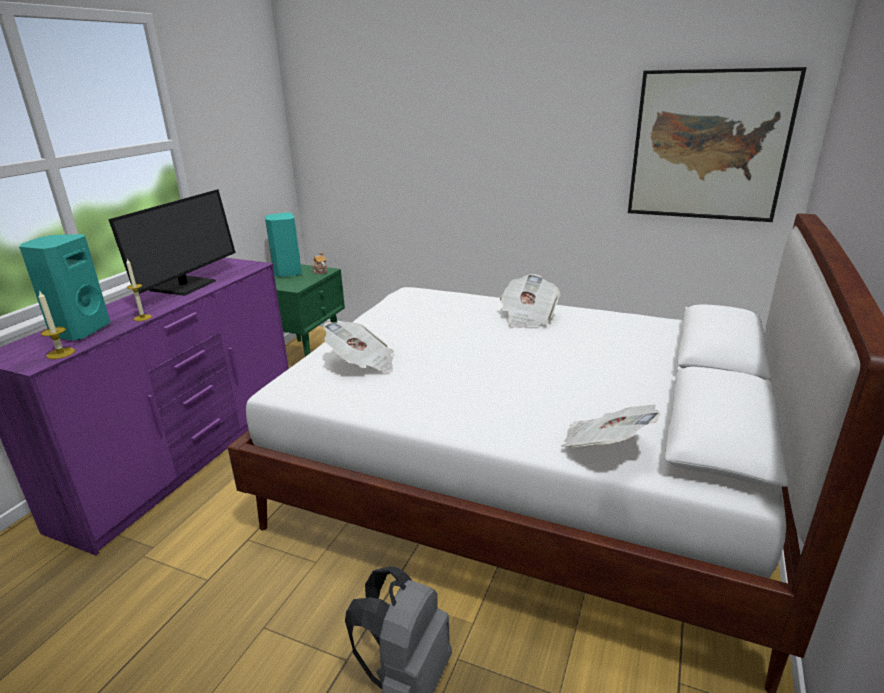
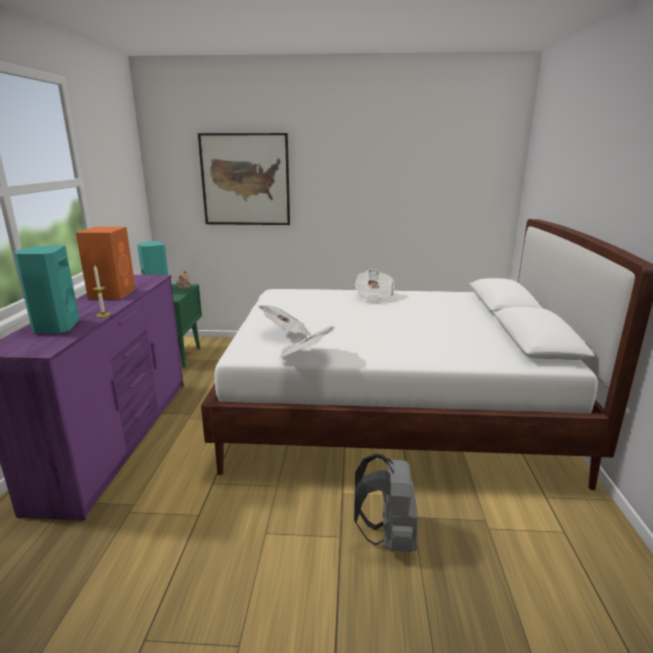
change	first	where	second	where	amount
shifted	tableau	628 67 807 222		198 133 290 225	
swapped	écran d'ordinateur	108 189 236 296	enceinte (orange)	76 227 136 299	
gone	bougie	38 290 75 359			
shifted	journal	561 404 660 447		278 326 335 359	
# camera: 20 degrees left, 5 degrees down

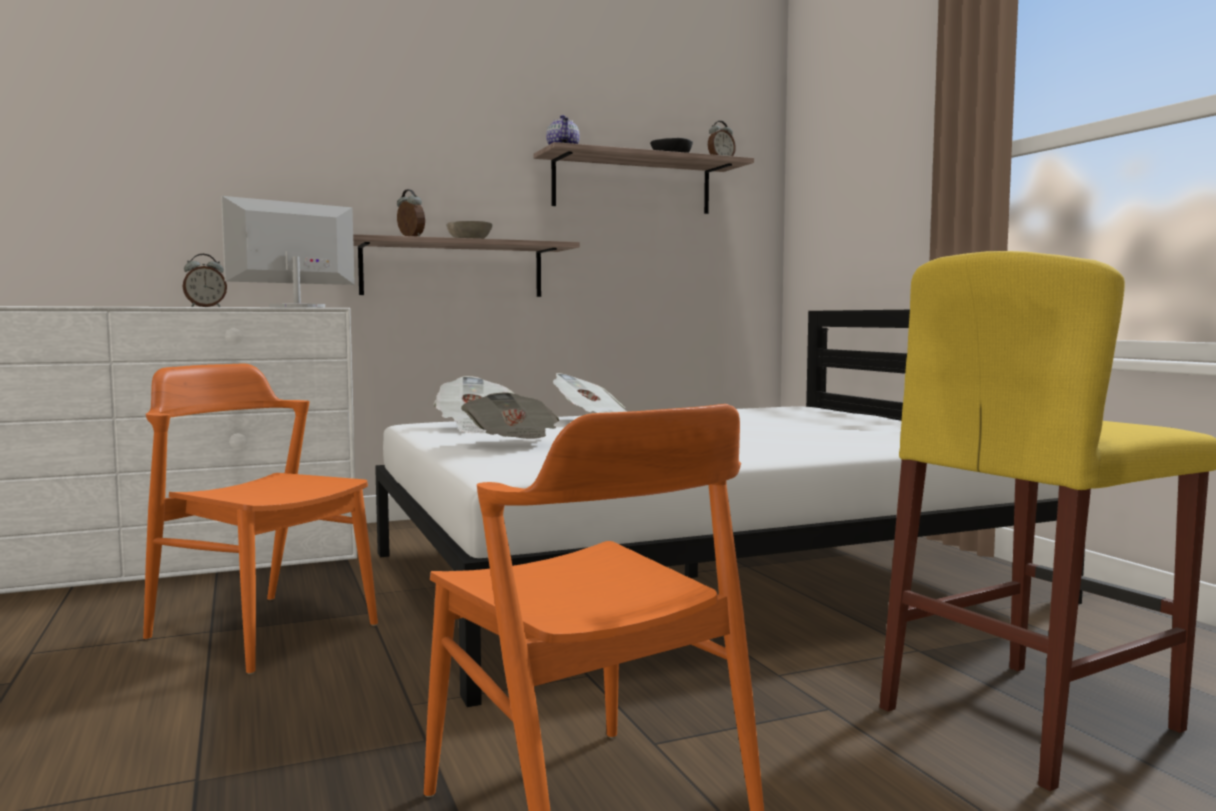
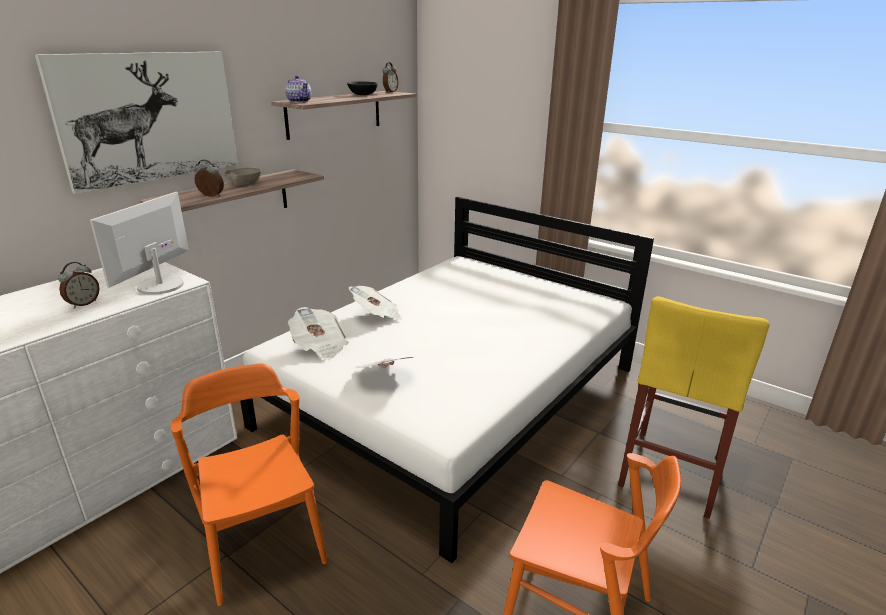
change	first	where	second	where	amount
rotated	chaise (orange)	143 364 378 674		170 364 327 606	60 degrees clockwise
new			tableau	35 52 238 194	
# camera: 30 degrees left, 20 degrees up

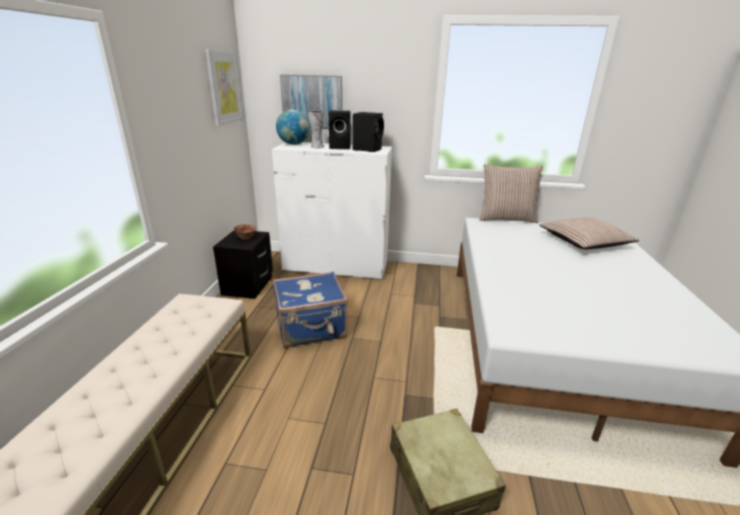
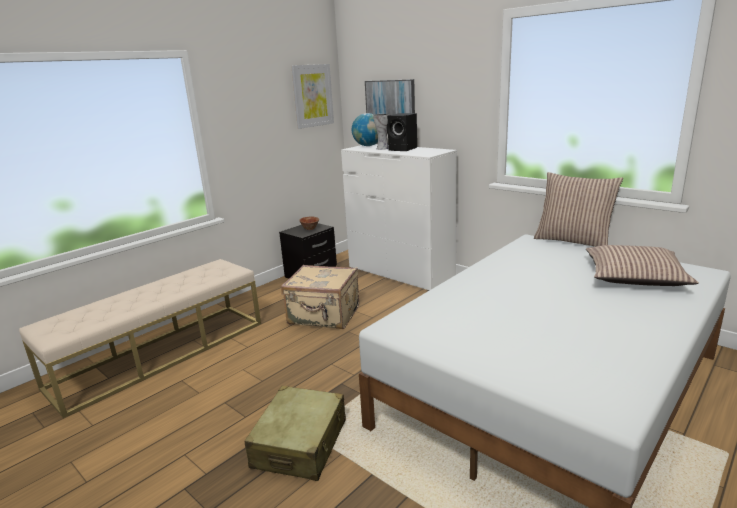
change	first	where	second	where	amount
gone	enceinte (noir)	353 112 384 152			
repainted	valise (bleu)	273 272 348 348	valise (beige)	281 265 359 329	
# camera: 35 degrees right, 5 degrees down

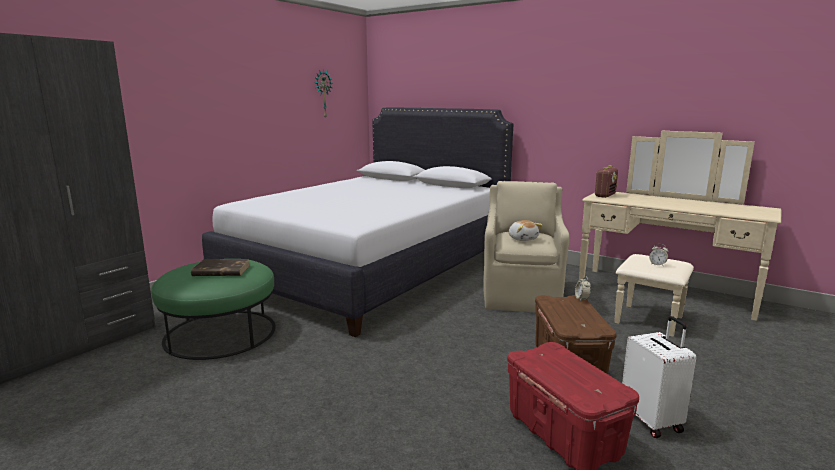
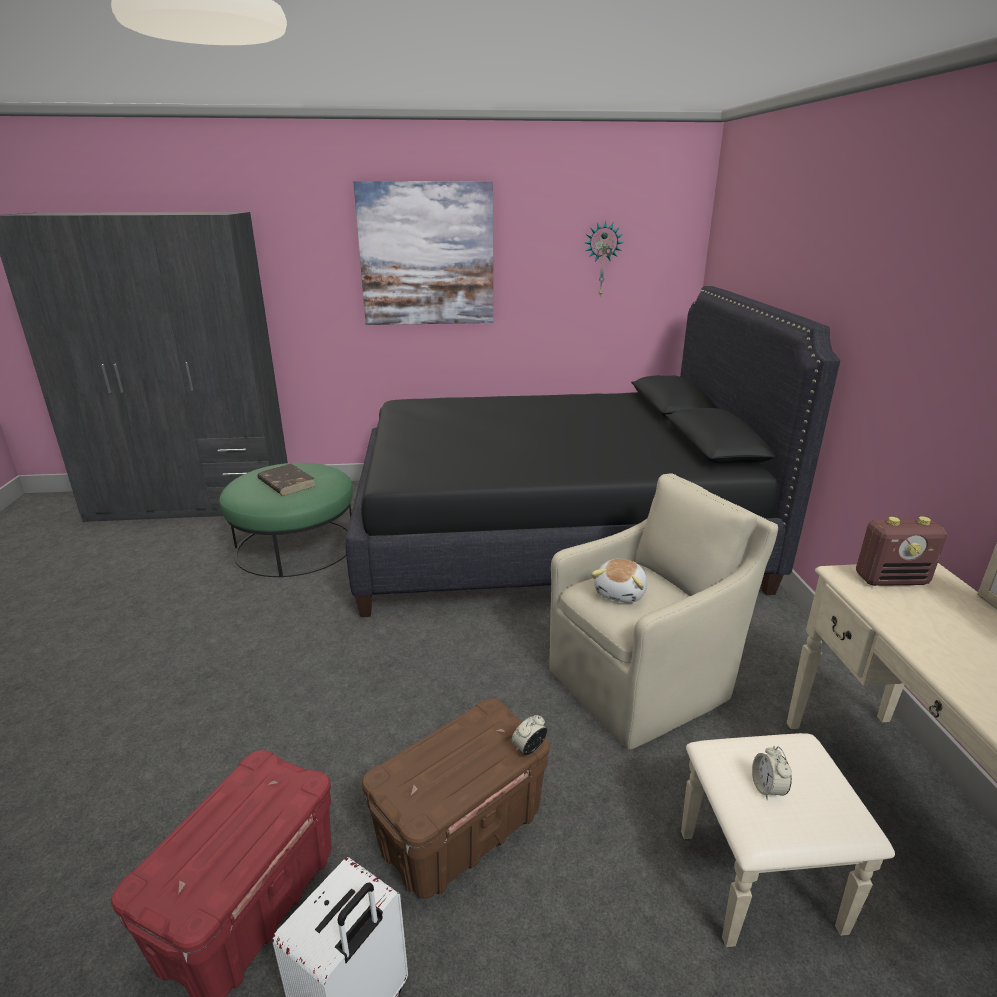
change	first	where	second	where	amount
repainted	lit (blanc)	202 108 514 337	lit (noir)	345 286 840 617	
new			tableau	353 181 493 325	
# camera: 50 degrees right, 10 degrees up

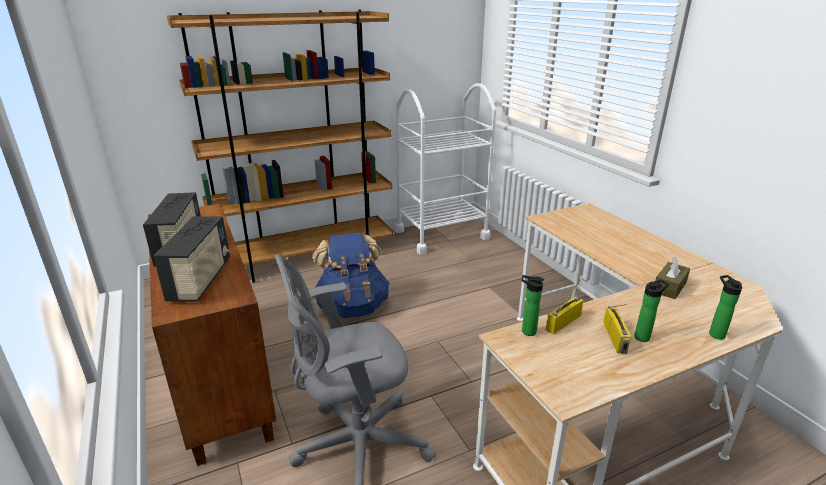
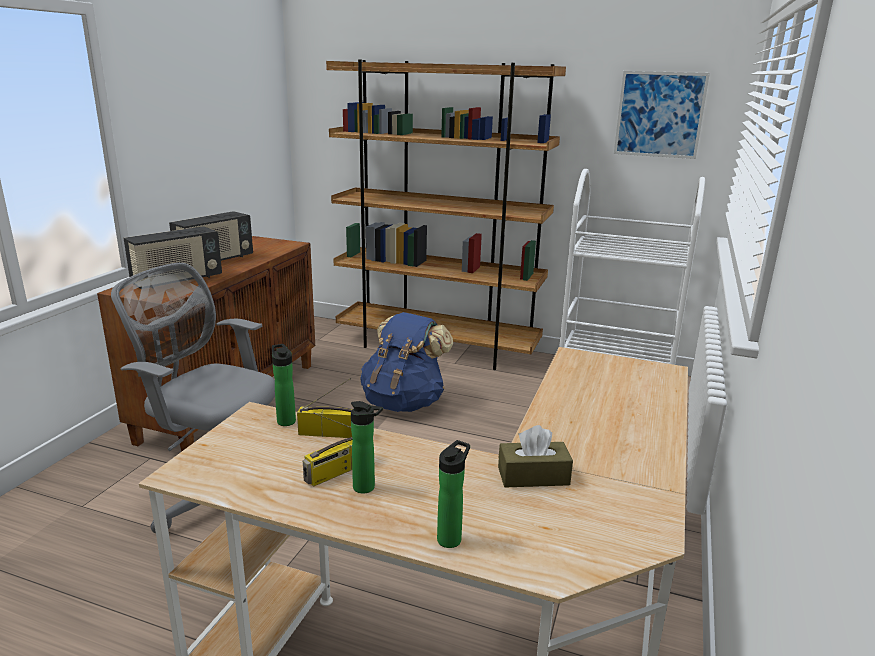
change	first	where	second	where	amount
new			tableau	614 71 710 159	
# camera: 45 degrees right, 5 degrees down

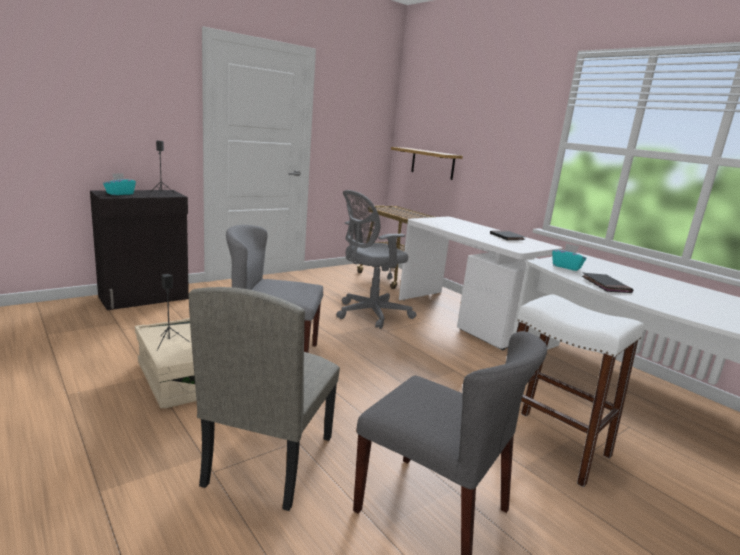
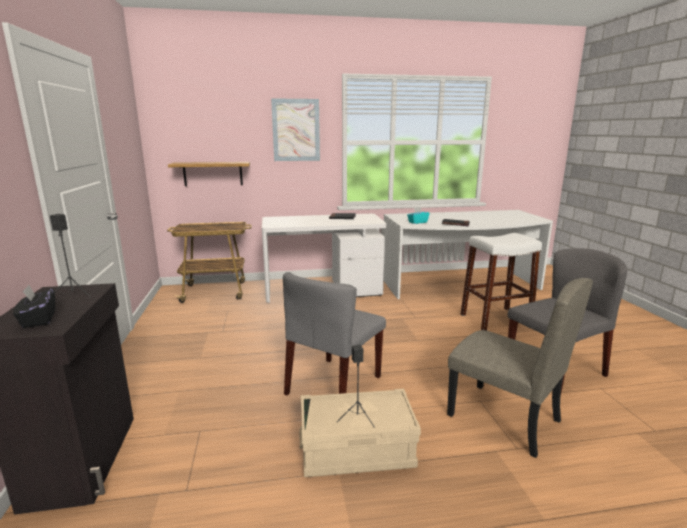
change	first	where	second	where	amount
repainted	boîte à mouchoirs (turquoise)	103 173 136 195	boîte à mouchoirs (noir)	13 285 55 328	
gone	chaise de bureau (gris)	336 190 417 329			
new			tableau	271 98 320 161	
# camera: 60 degrees left, 0 degrees up

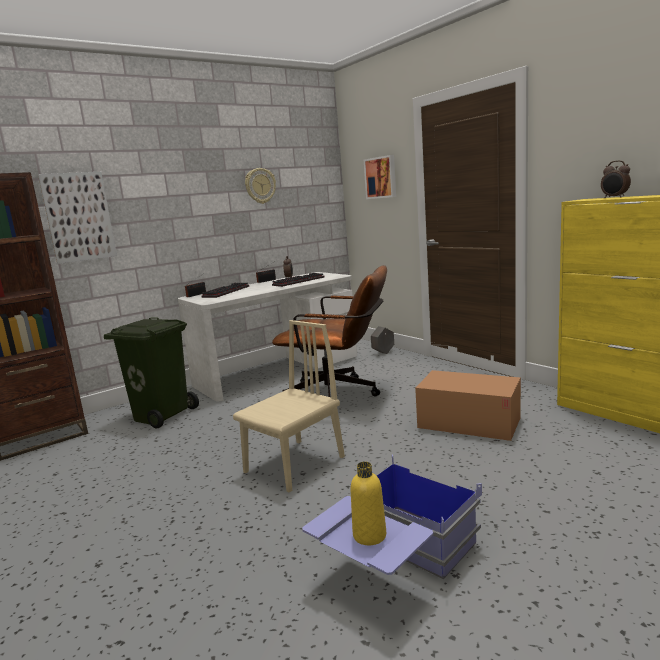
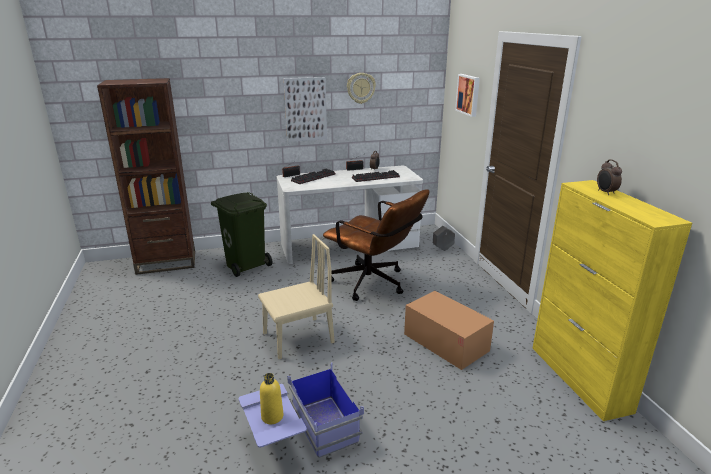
change	first	where	second	where	amount
shifted	tableau	38 172 117 264		284 77 327 142	
# camera: 20 degrees right, 10 degrees up

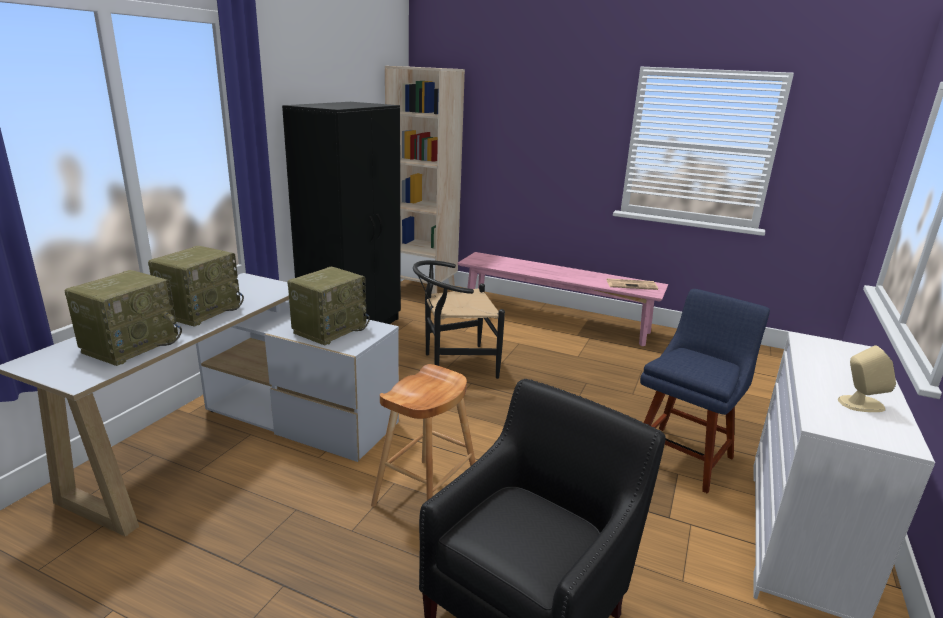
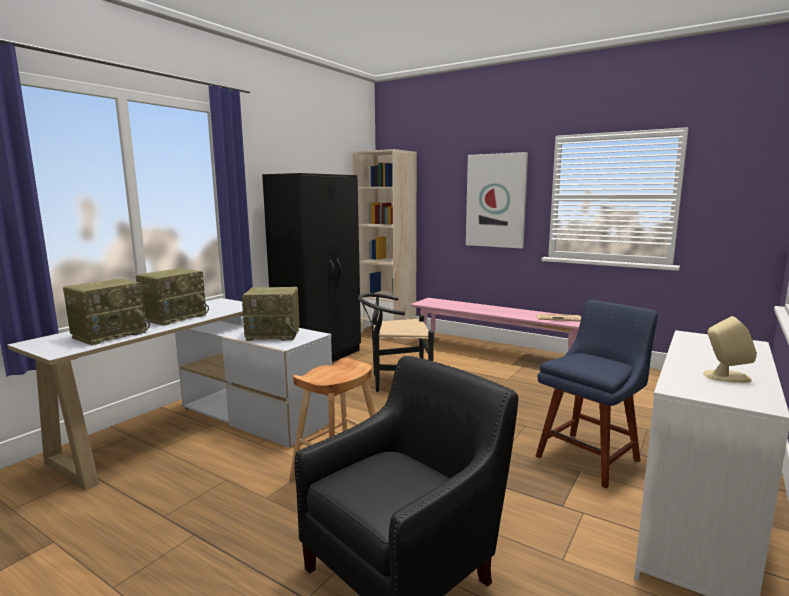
change	first	where	second	where	amount
rotated	radio	288 267 370 346		242 287 300 341	45 degrees clockwise
new			tableau	466 152 528 249	
# camera: 10 degrees right, 10 degrees down

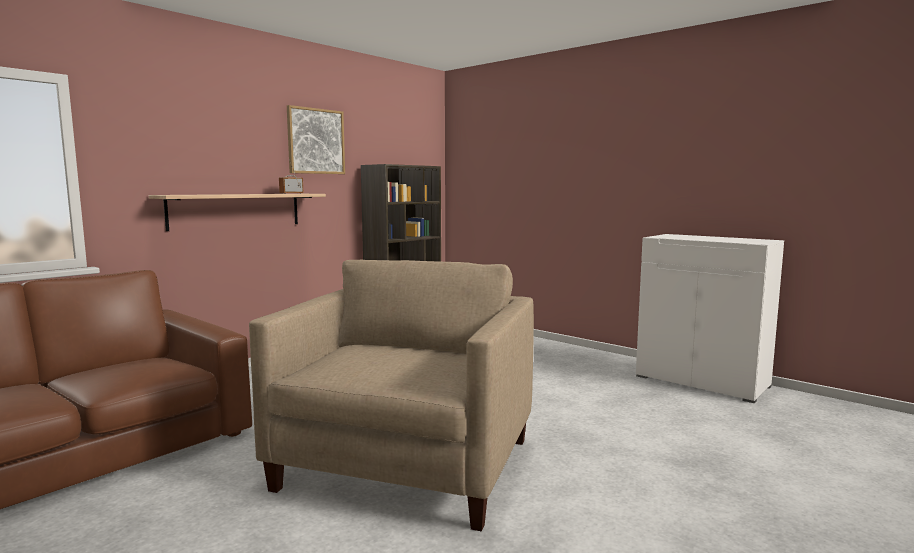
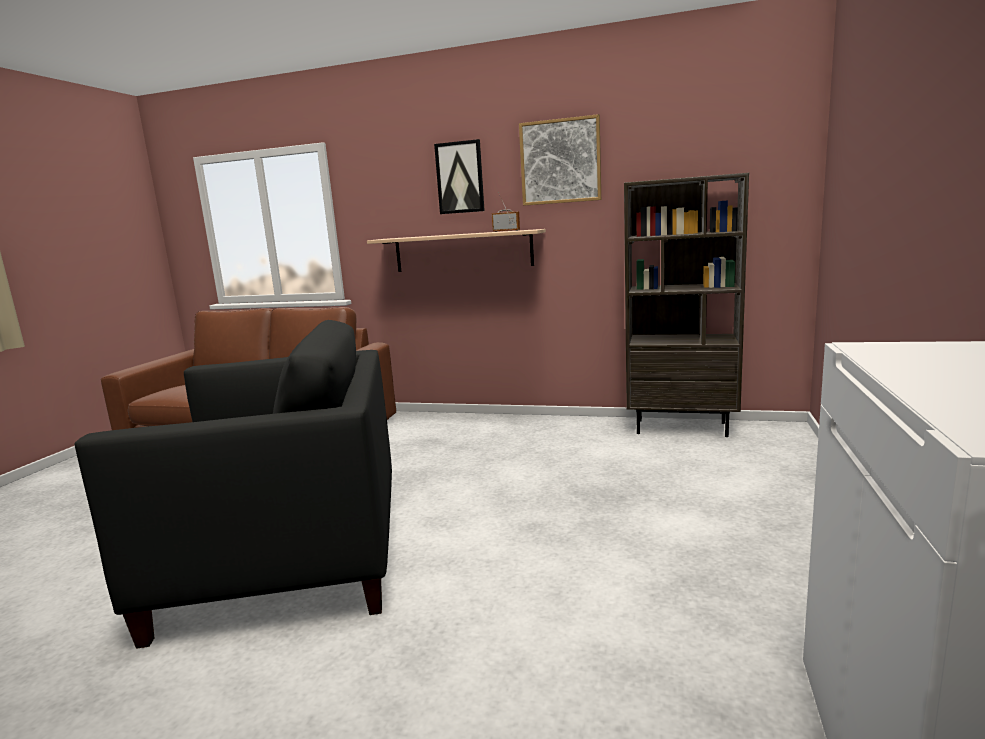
change	first	where	second	where	amount
repainted	fauteuil (beige)	249 260 534 532	fauteuil (noir)	75 320 392 649	
new			tableau	434 139 485 214	
# camera: 65 degrees right, 5 degrees up

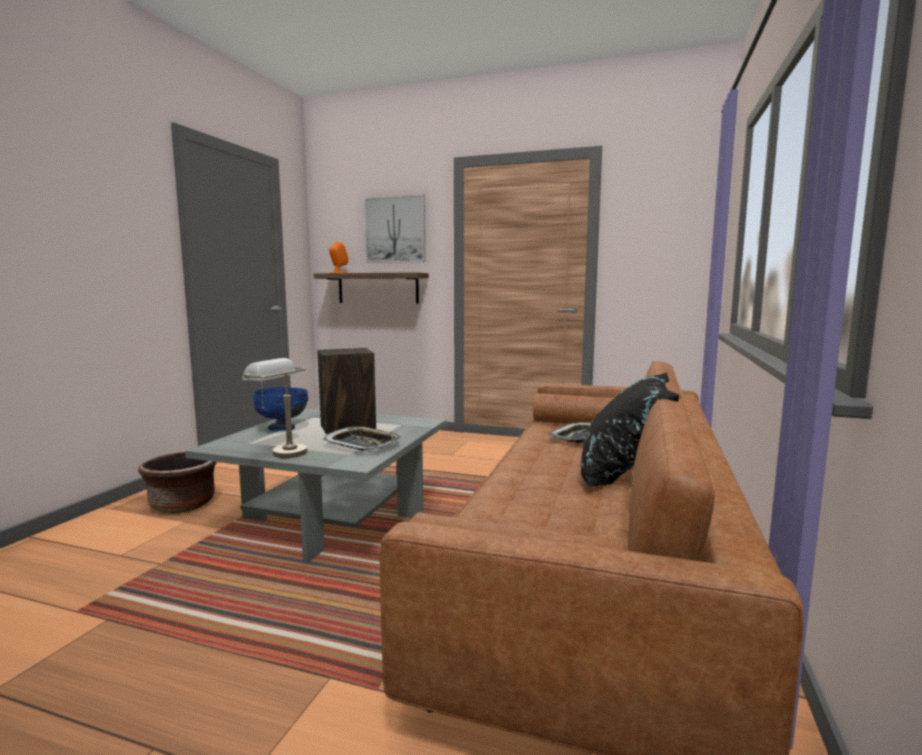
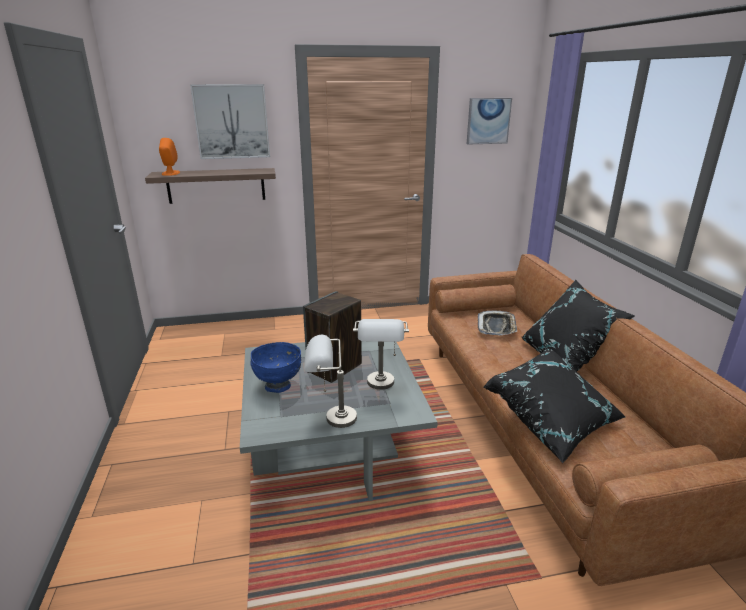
change	first	where	second	where	amount
swapped	plateau	322 426 401 452	lampe de table (gris)	353 319 409 390	
gone	cache-pot (marron)	138 452 216 513			
new			tableau	467 98 512 144	
new			coussin (noir)	483 348 626 464	
# camera: 30 degrees left, 15 degrees up

